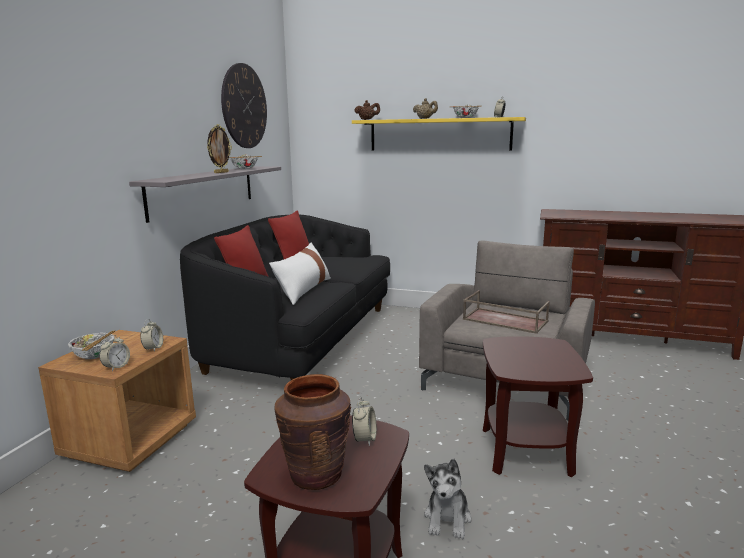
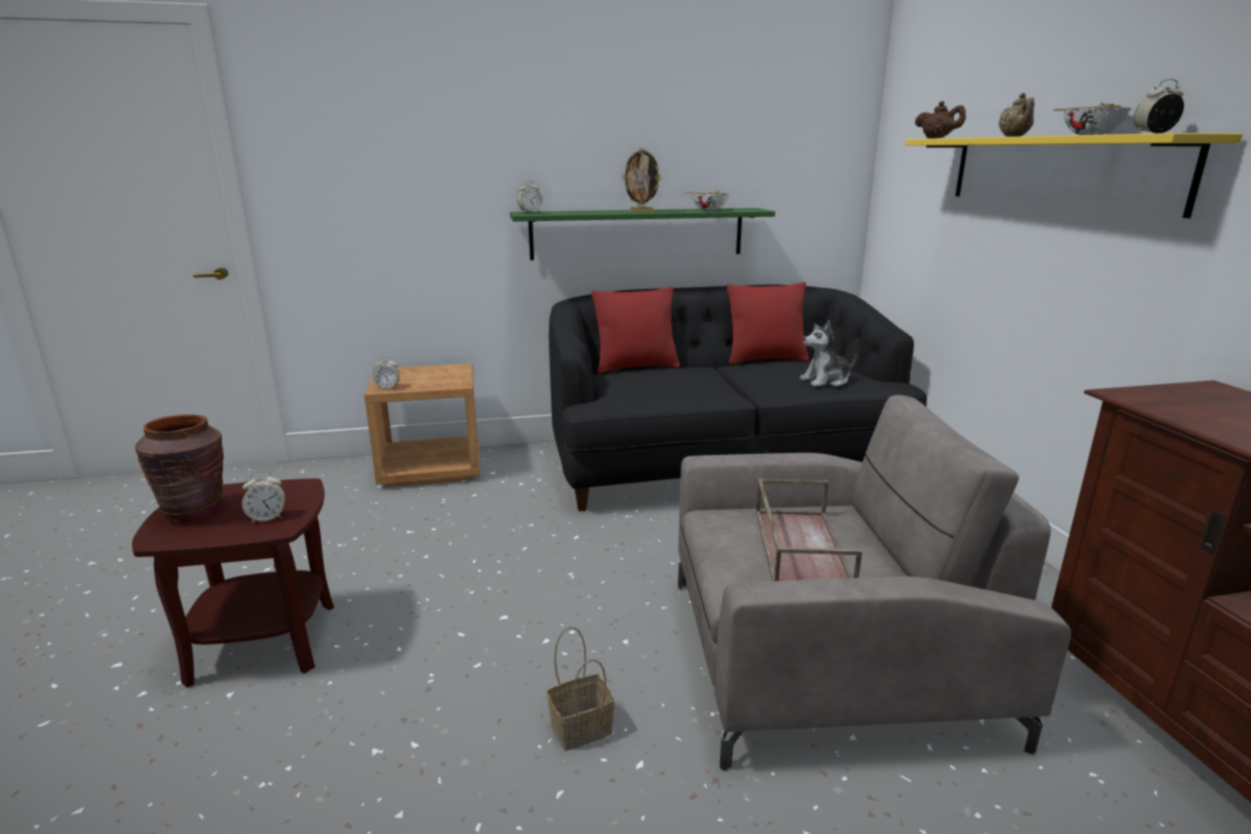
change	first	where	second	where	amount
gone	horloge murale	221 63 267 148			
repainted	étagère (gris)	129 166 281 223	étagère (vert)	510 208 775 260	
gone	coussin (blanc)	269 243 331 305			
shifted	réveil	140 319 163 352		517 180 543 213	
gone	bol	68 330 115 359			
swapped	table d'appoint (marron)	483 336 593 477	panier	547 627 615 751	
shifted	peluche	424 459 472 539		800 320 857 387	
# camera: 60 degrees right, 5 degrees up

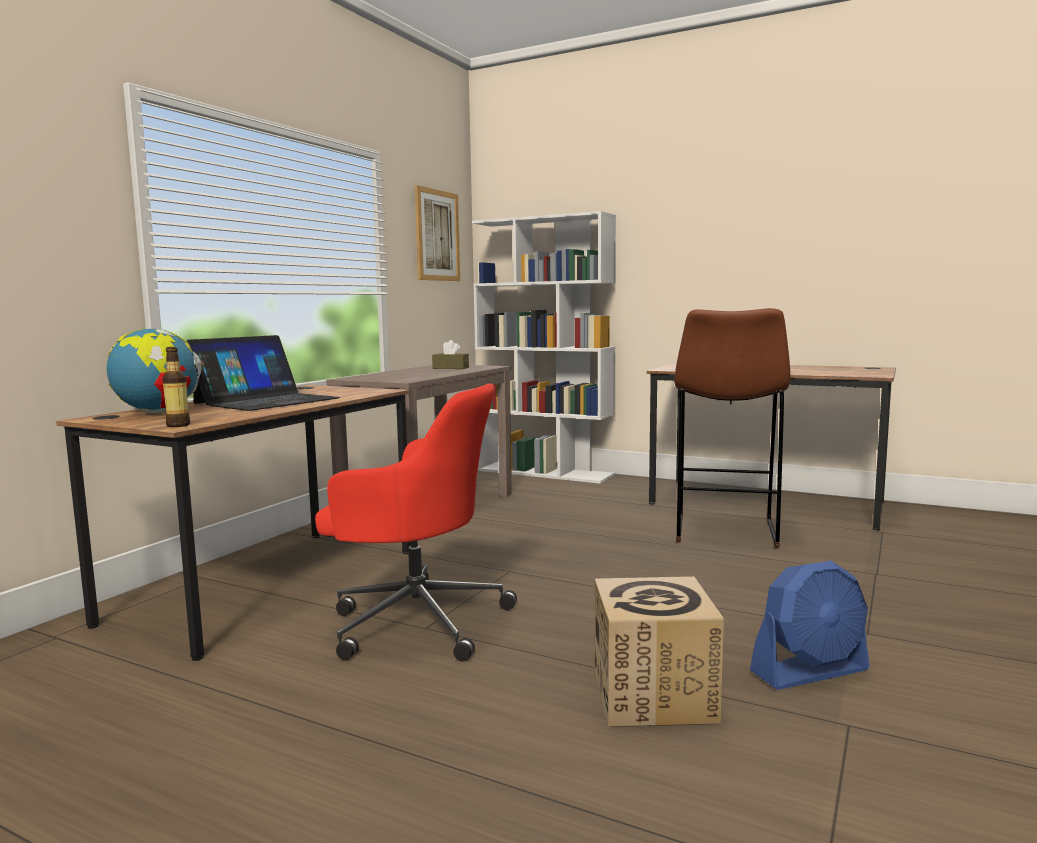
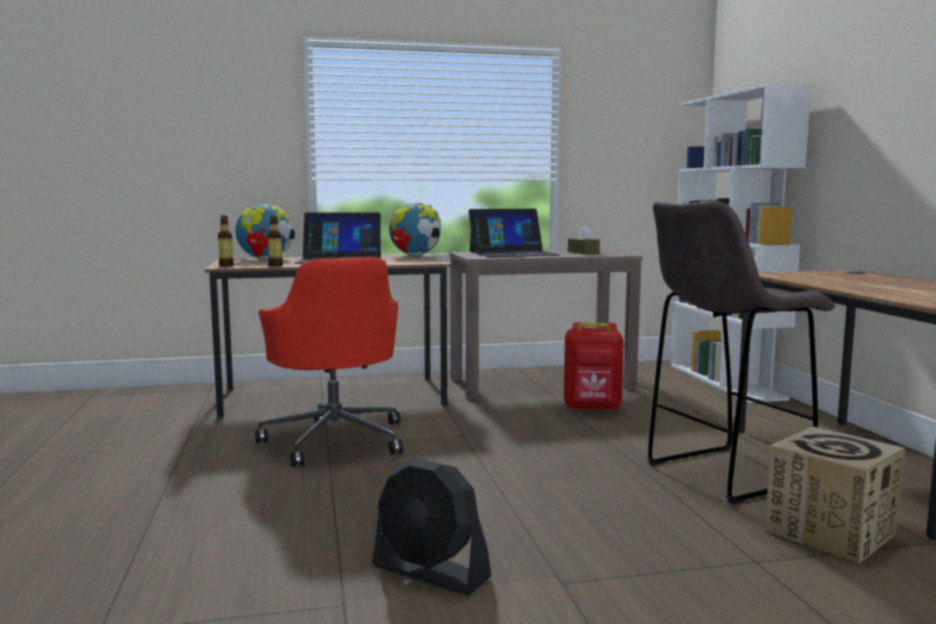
change	first	where	second	where	amount
gone	tableau	415 185 460 281			
repainted	tabouret (marron)	674 308 791 548	tabouret (gris)	647 201 835 504	
repainted	ventilateur (bleu)	750 561 870 690	ventilateur (noir)	372 458 492 595	
shifted	carton	595 576 724 727		765 427 905 564	
new			globe	389 203 441 256	
new			ordinateur portable	469 209 561 257	
new			bouteille	268 215 283 266	
new			sac à dos (rouge)	564 322 624 411	
# camera: 50 degrees right, 0 degrees up

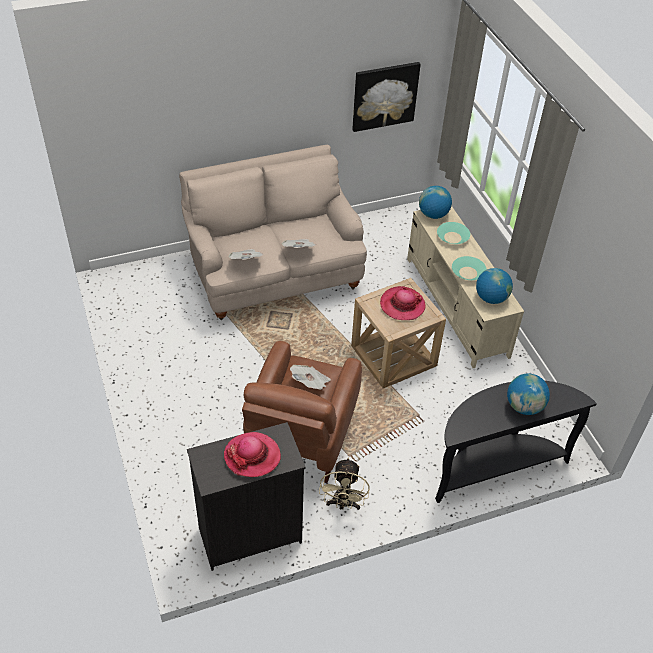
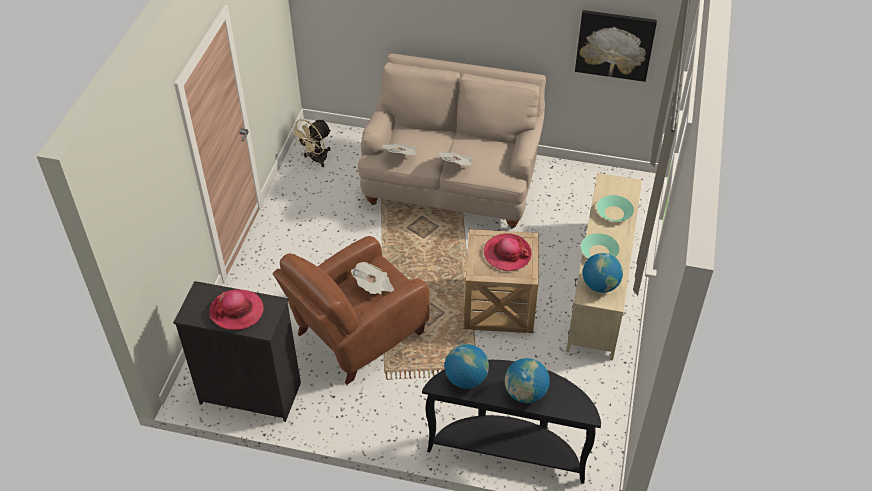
change	first	where	second	where	amount
shifted	globe	419 186 452 219		444 344 489 389	
shifted	ventilateur (beige)	319 458 370 510		290 119 331 167	
# camera: 35 degrees right, 0 degrees up

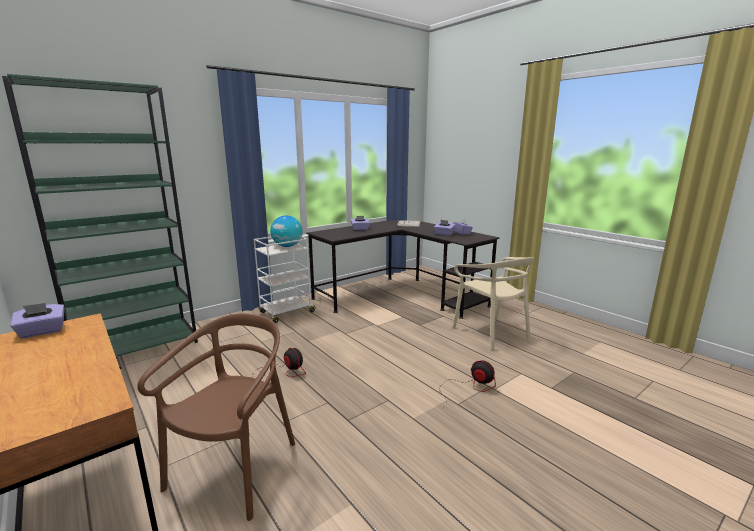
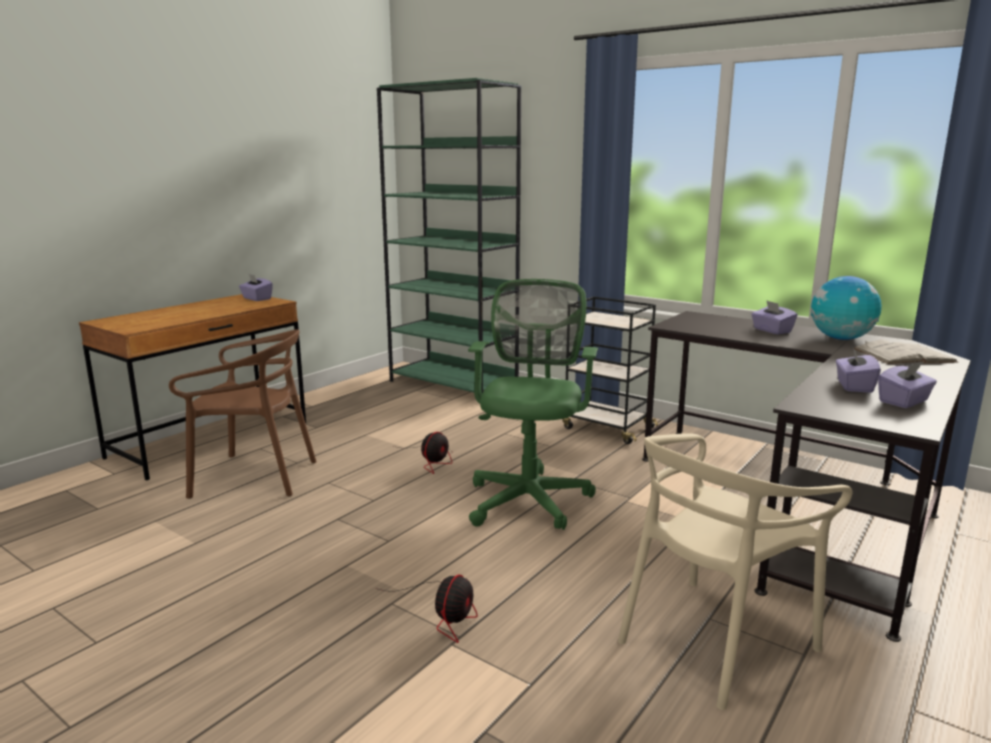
change	first	where	second	where	amount
shifted	globe	270 215 303 247		811 276 882 340	
repainted	chariot (blanc)	254 237 317 323	chariot (noir)	562 297 658 444	
new			chaise de bureau (vert)	468 279 598 530	
# camera: 75 degrees right, 0 degrees up

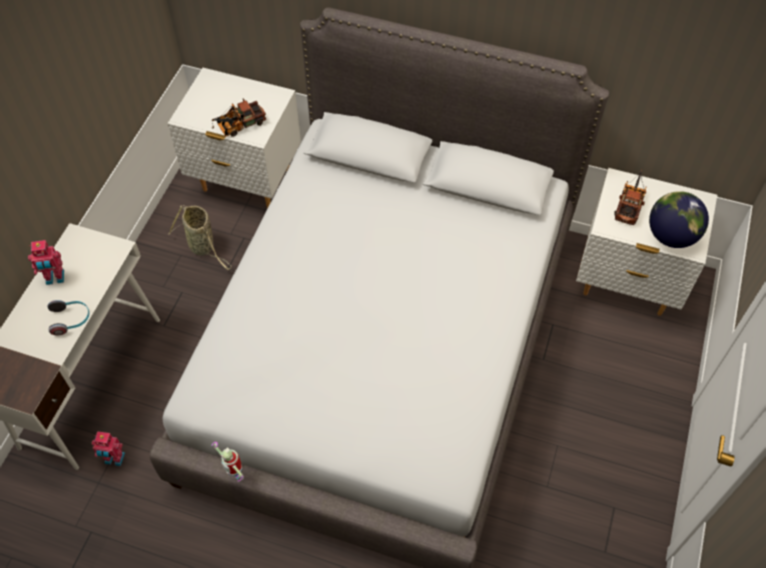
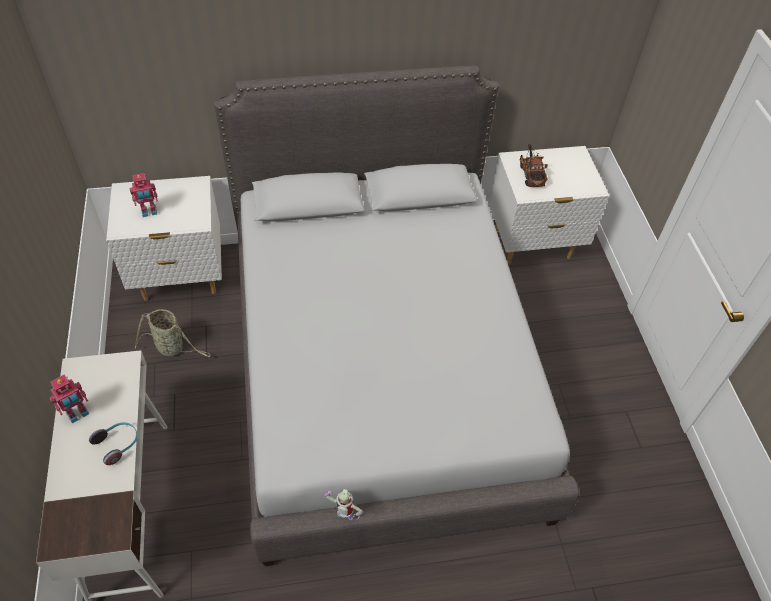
change	first	where	second	where	amount
gone	camion jouet	212 99 266 137			
gone	globe	649 191 709 248			
shifted	robot jouet	92 431 125 466		129 173 158 217	
# camera: 30 degrees left, 5 degrees down

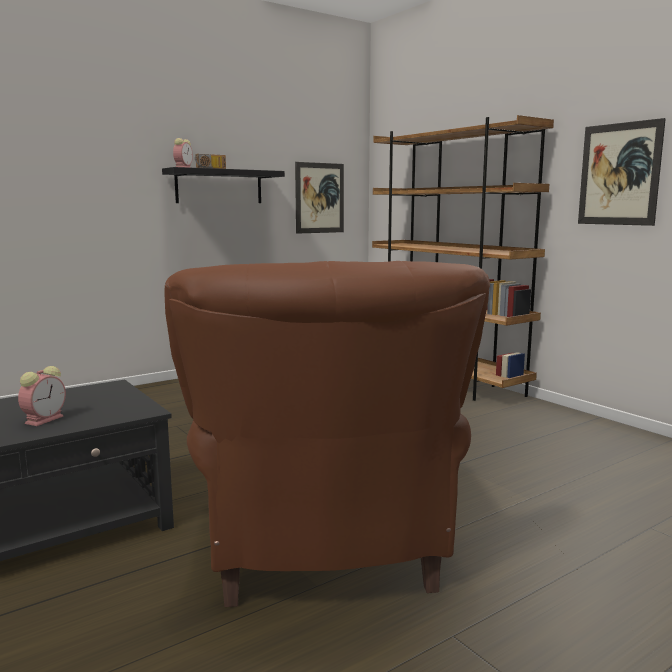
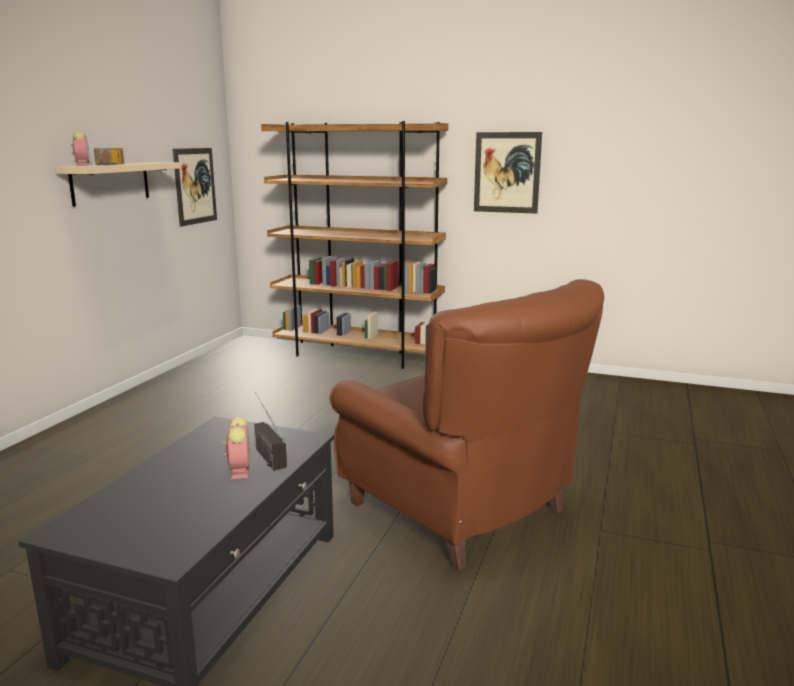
change	first	where	second	where	amount
repainted	étagère (noir)	162 167 285 203	étagère (beige)	56 162 180 206	
new			radio	254 392 287 471	
# camera: 35 degrees left, 5 degrees up

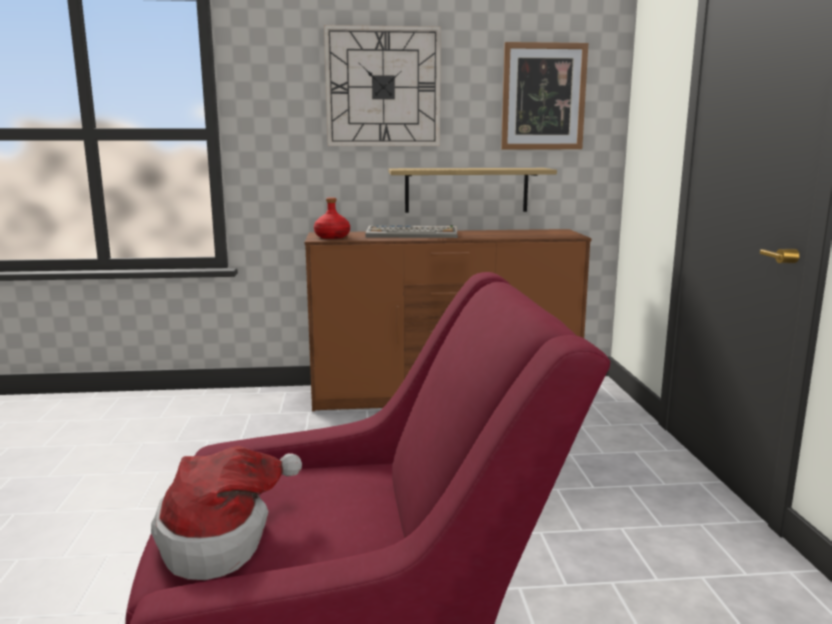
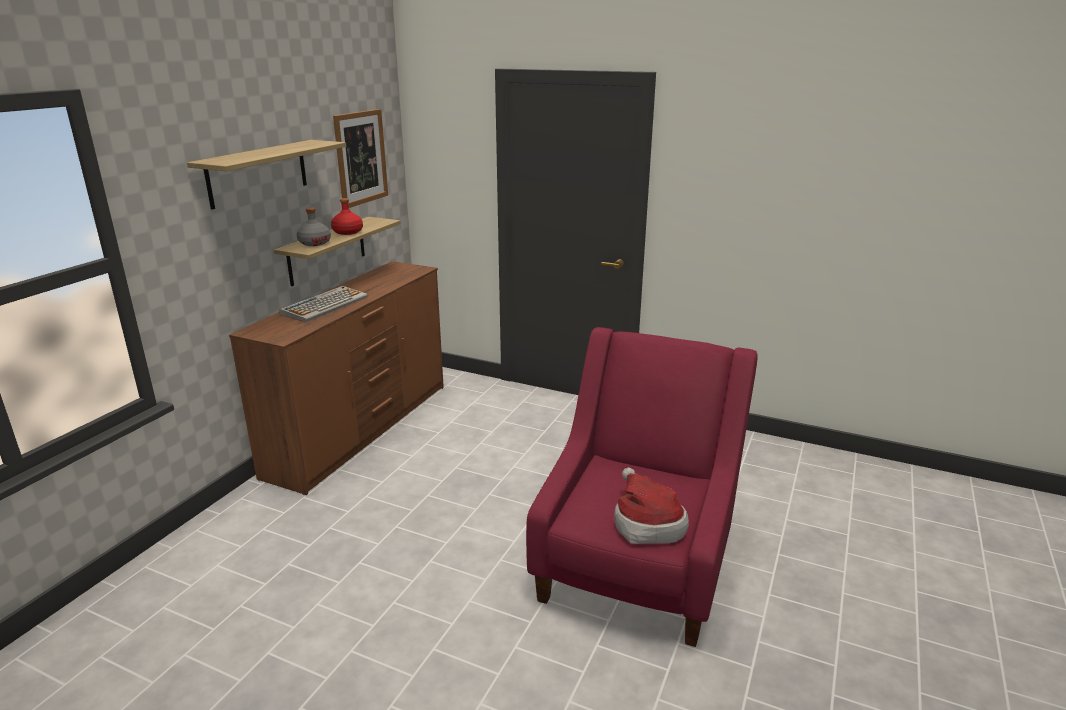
change	first	where	second	where	amount
swapped	horloge murale	324 25 441 146	étagère	187 140 346 209	
shifted	bouteille (rouge)	314 197 350 239		331 198 363 235	
new			bouteille (gris)	297 207 331 246	
# camera: 60 degrees left, 10 degrees up

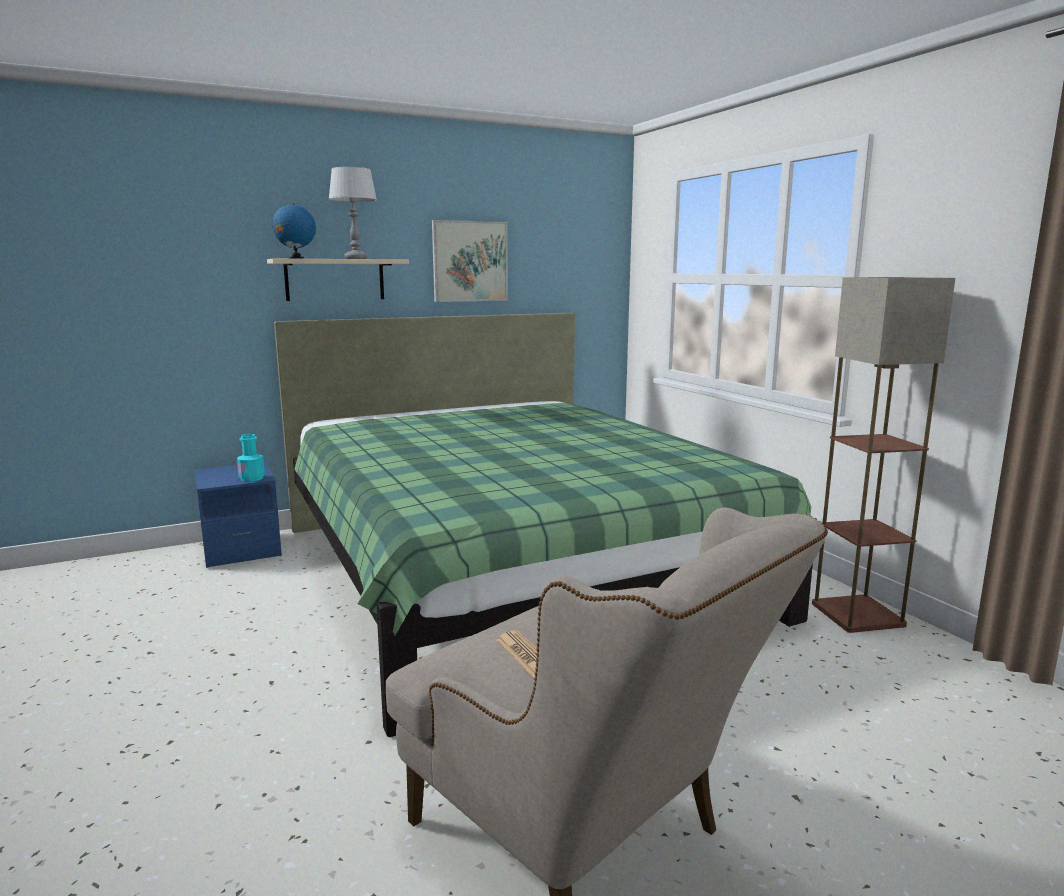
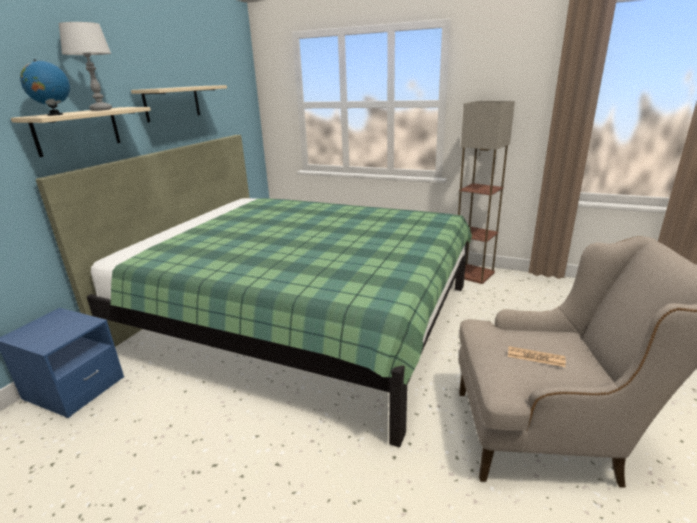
change	first	where	second	where	amount
swapped	tableau	432 220 508 302	étagère (beige)	131 85 227 123	
gone	bouteille (turquoise)	237 434 265 482			
# camera: 40 degrees left, 10 degrees up

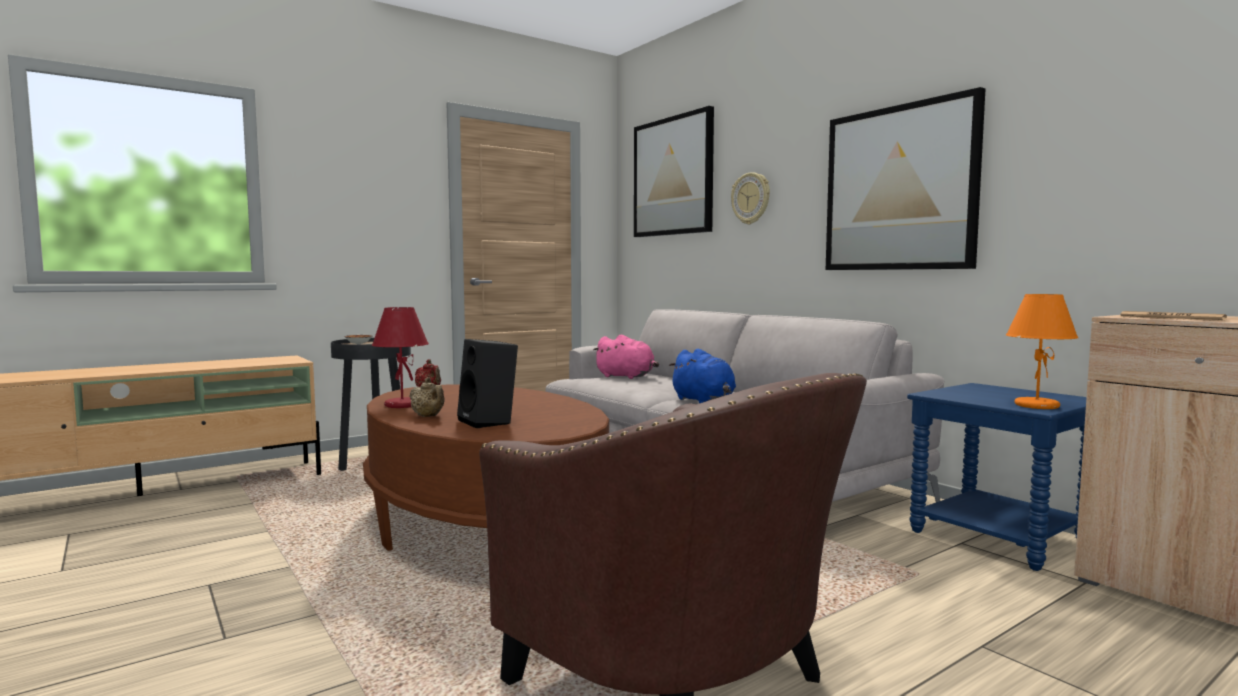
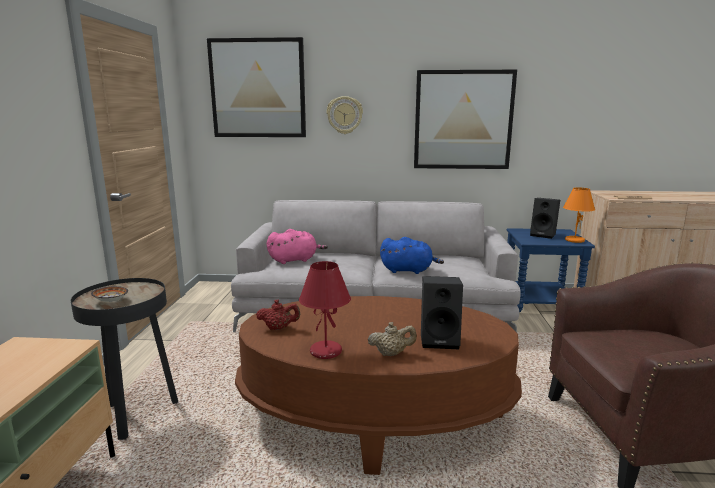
change	first	where	second	where	amount
new			enceinte (noir)	530 198 560 239	
# camera: 50 degrees left, 10 degrees up

